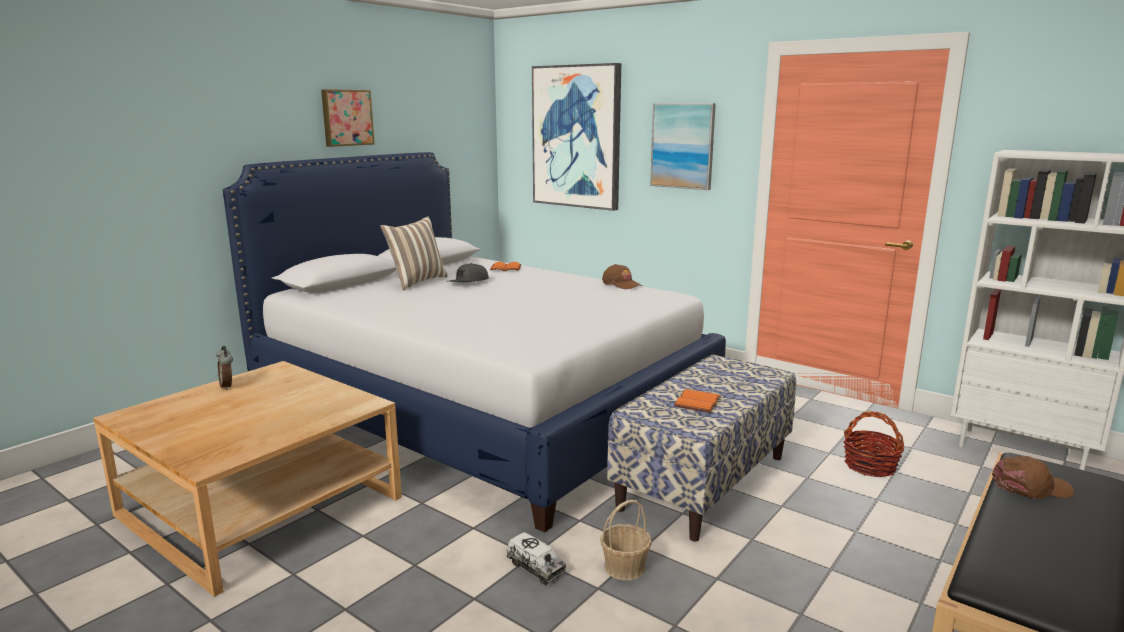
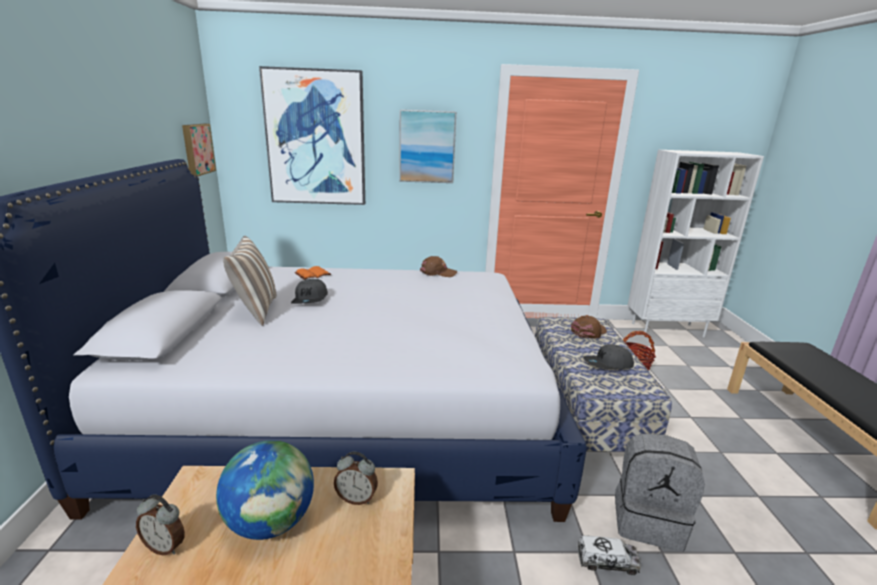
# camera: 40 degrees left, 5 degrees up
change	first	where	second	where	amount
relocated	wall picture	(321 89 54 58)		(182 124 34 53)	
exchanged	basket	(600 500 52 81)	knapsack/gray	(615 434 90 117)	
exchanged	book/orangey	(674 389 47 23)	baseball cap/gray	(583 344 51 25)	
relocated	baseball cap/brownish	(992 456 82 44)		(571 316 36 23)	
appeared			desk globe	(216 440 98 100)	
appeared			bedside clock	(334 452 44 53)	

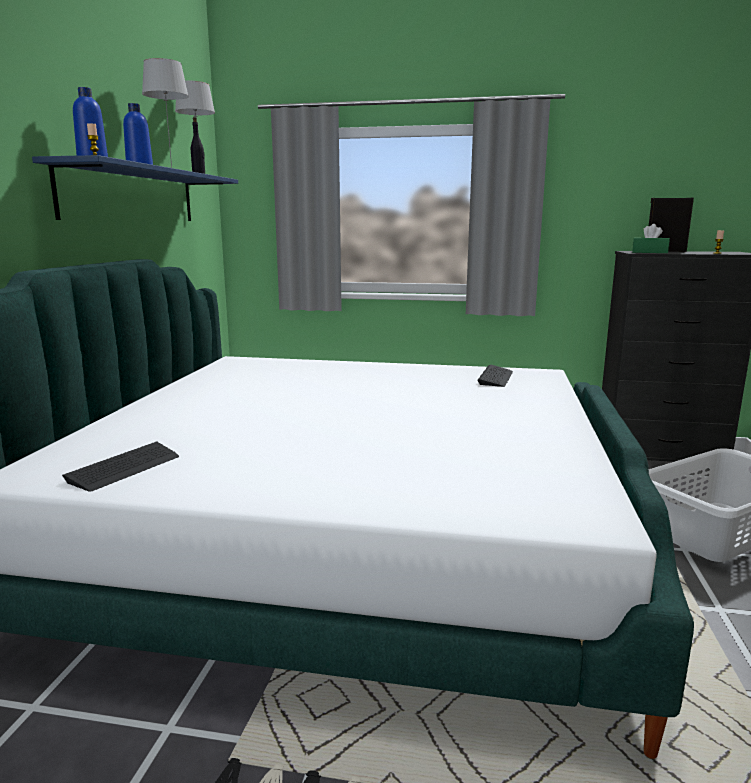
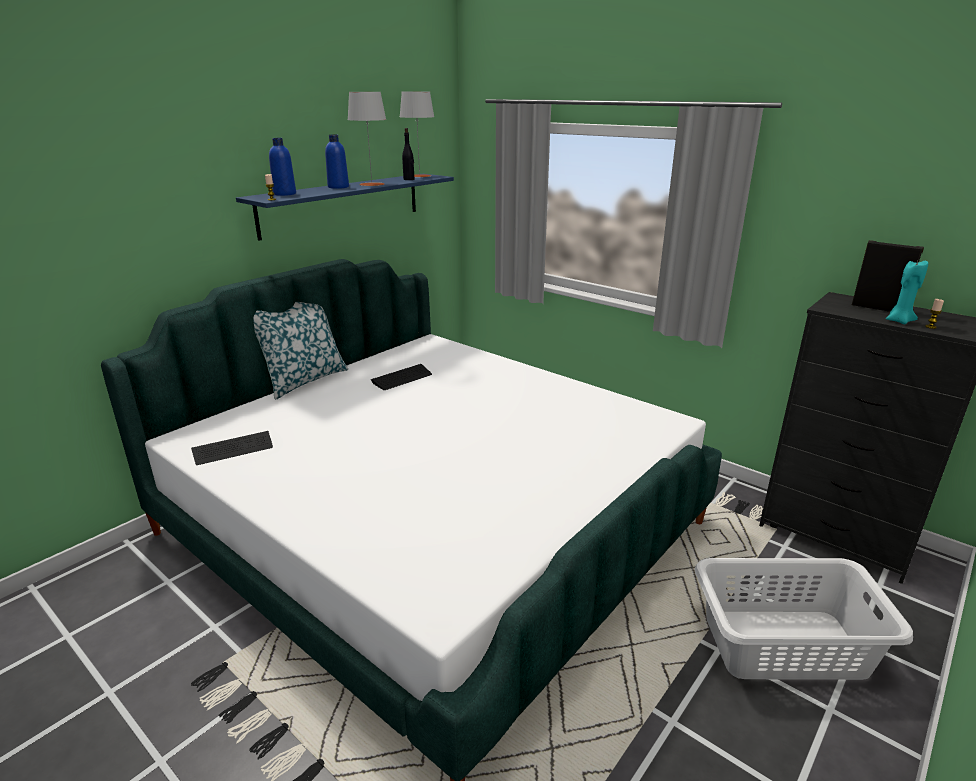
# camera: 30 degrees right, 10 degrees up
change	first	where	second	where	amount
relocated	PC keyboard	(477 365 36 22)		(371 364 61 26)	
missing	box of tissues/greenish	(632 224 38 29)			
appeared			throw pillow	(253 302 95 98)	
appeared			wax candle/blue-green	(886 261 42 63)	

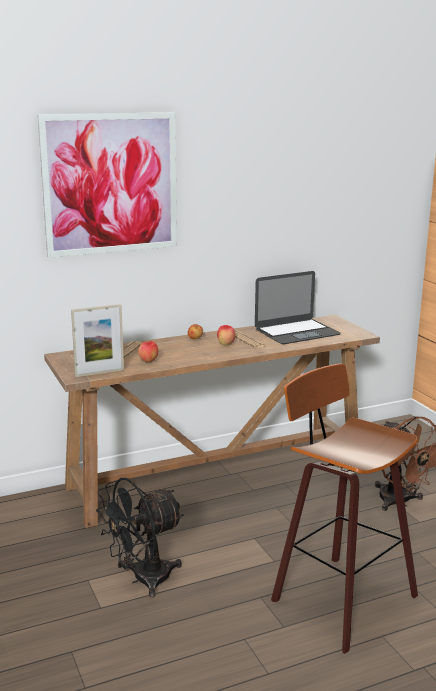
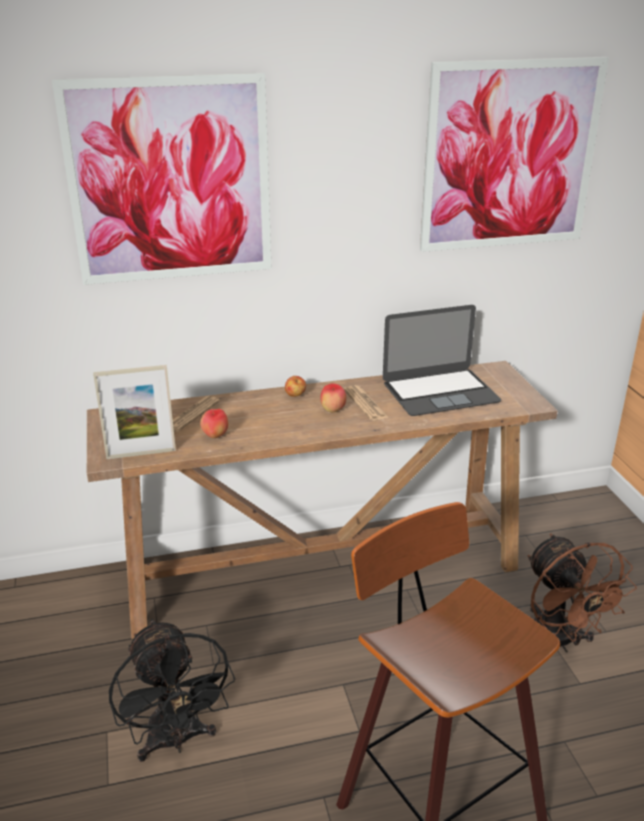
# camera: 10 degrees right, 10 degrees up
change	first	where	second	where	amount
spun	electric fan/black-coloured	(96 478 88 119)		(109 619 126 143)	90 degrees counterclockwise
appeared			wall picture	(420 57 189 195)	

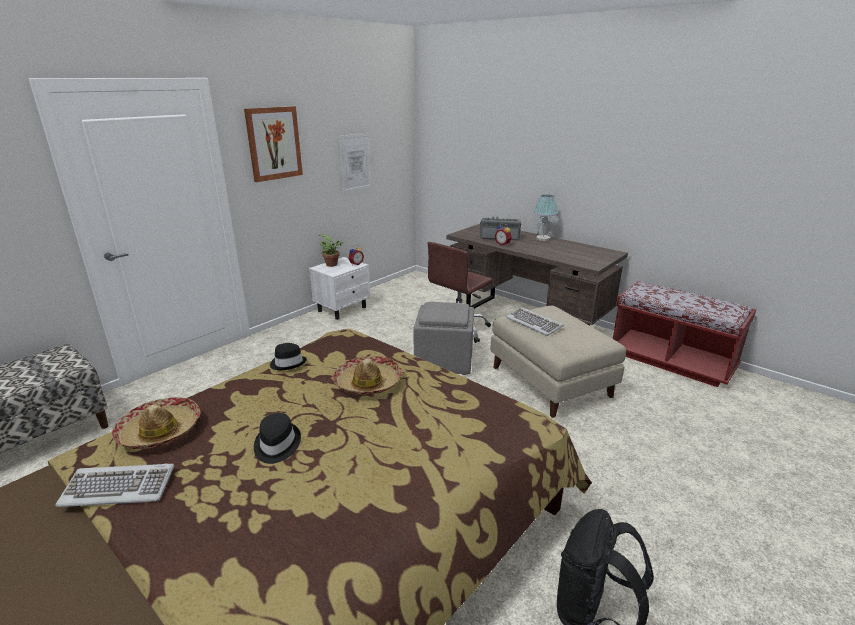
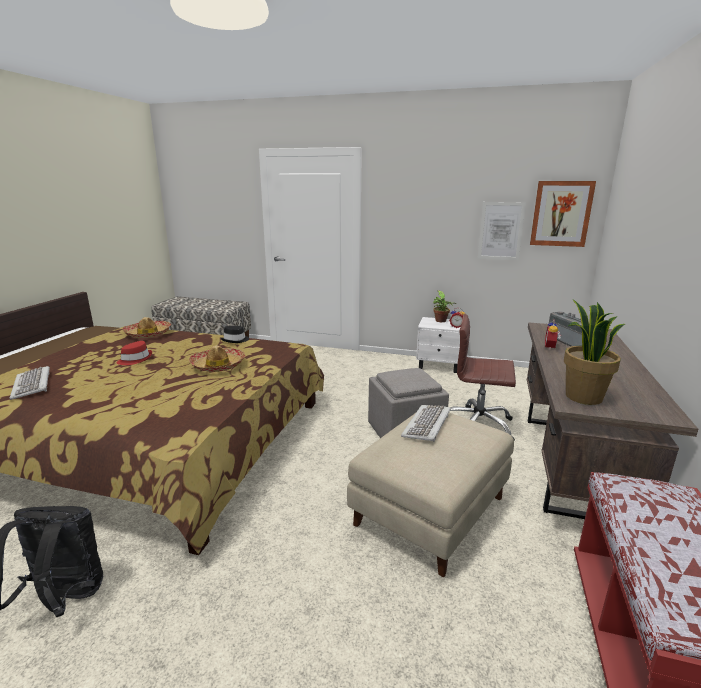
# camera: 65 degrees right, 5 degrees down
change	first	where	second	where	amount
relocated	PC keyboard	(55 463 120 44)		(9 366 41 34)	
relocated	wall picture	(244 106 59 76)		(530 181 66 66)	
colour	hat/black-coloured	(254 413 47 51)	hat/reddish	(117 341 35 24)	
missing	lamp for a table	(534 195 24 46)			
appeared			potted plant	(564 299 61 106)	

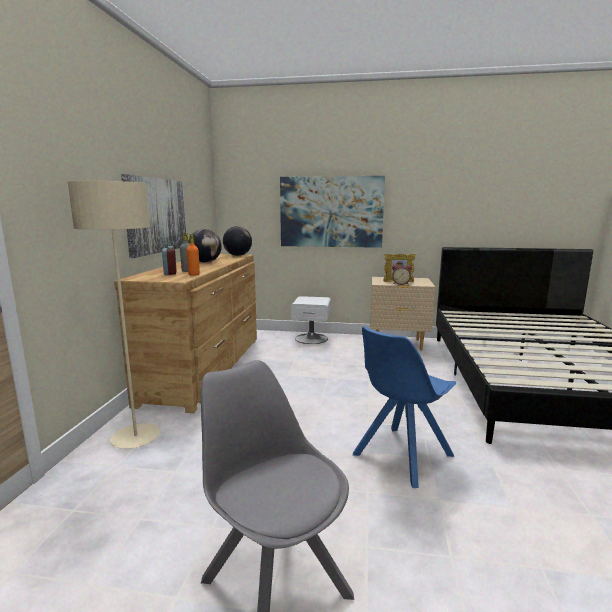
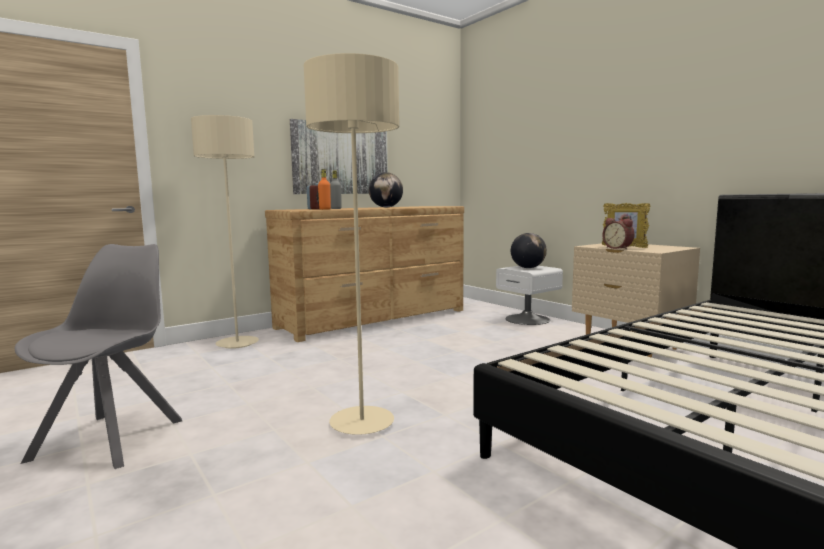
# camera: 45 degrees right, 5 degrees down
change	first	where	second	where	amount
relocated	desk globe	(223 226 29 30)		(511 233 36 35)	
missing	wall picture	(280 176 105 72)			
exchanged	upright chair/blue-coloured	(353 326 103 162)	standing lamp/beige	(304 53 95 382)	

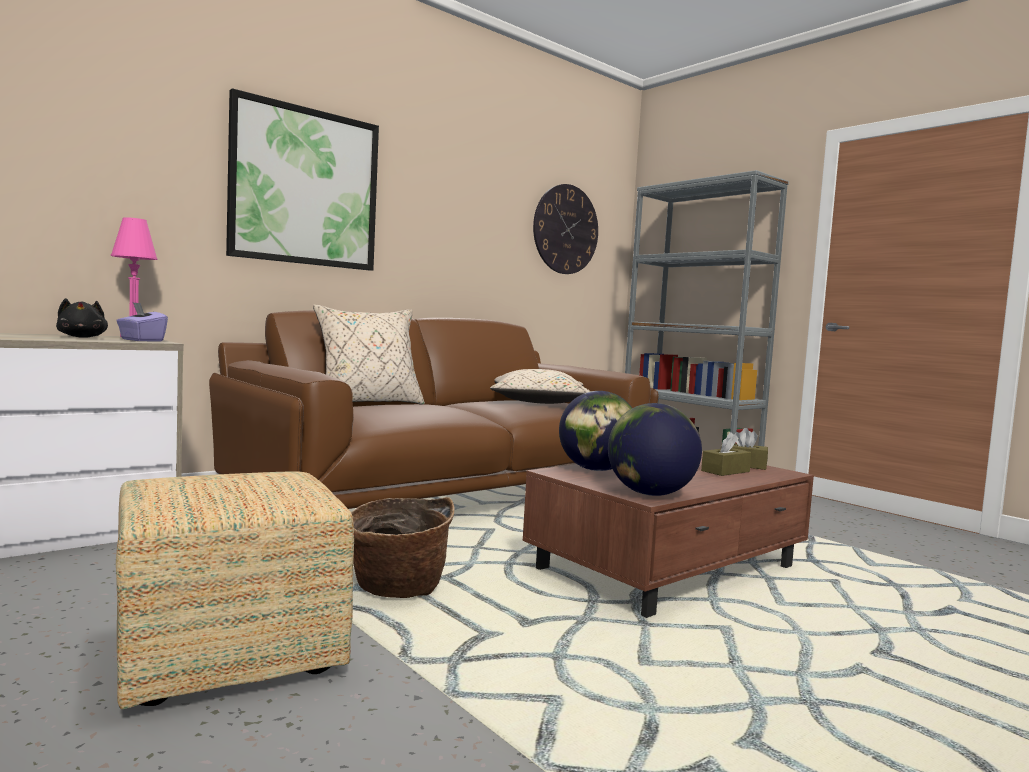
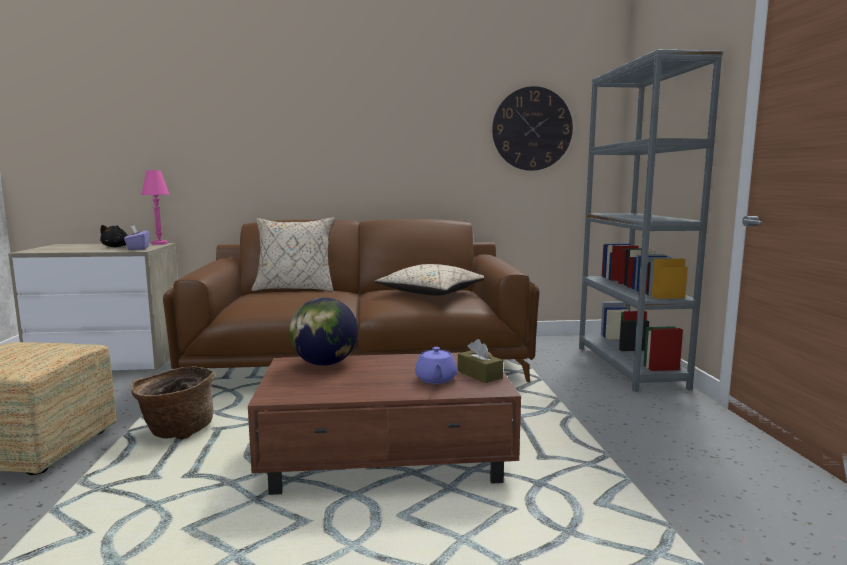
# camera: 35 degrees right, 5 degrees up
change	first	where	second	where	amount
missing	wall picture	(226 88 153 183)			
missing	desk globe	(608 403 94 93)			
exchanged	box of tissues/brownish	(701 432 50 44)	pot for tea/purple	(415 347 42 37)	

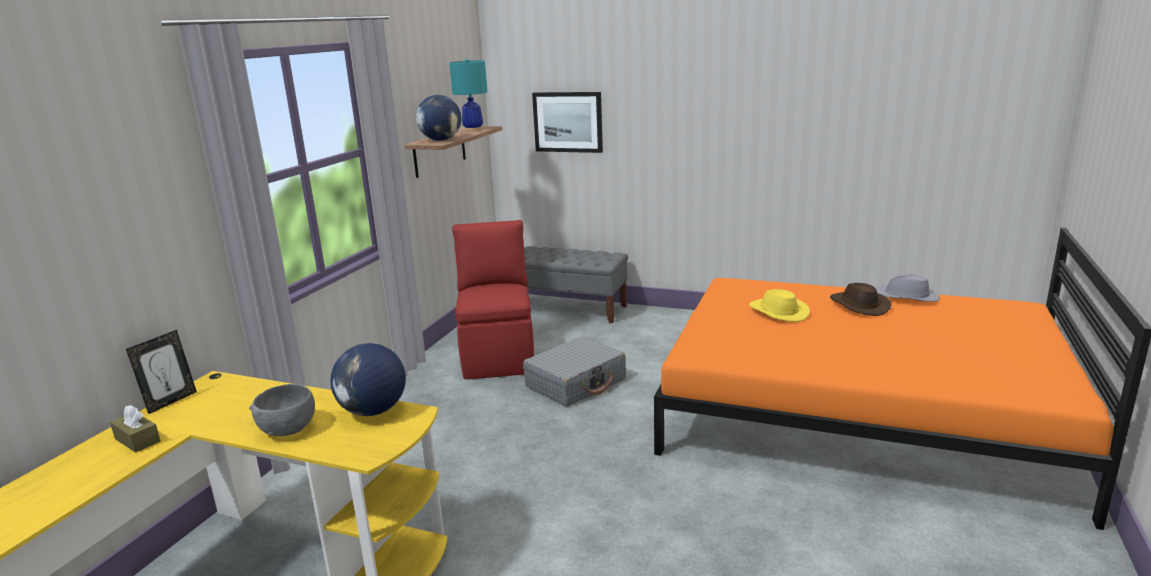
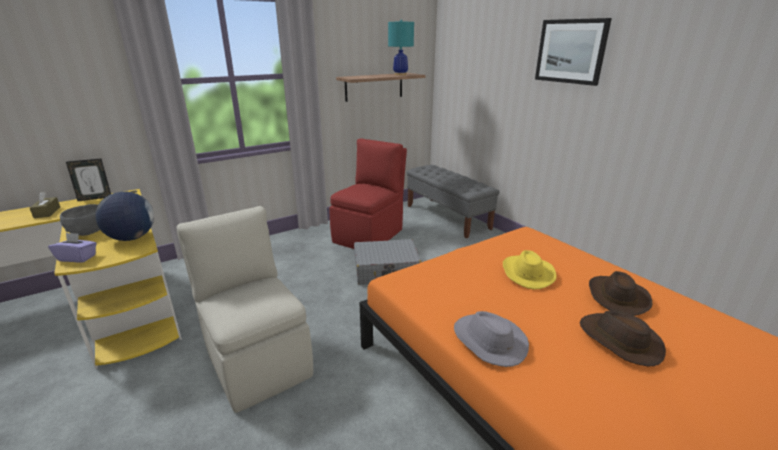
# camera: 35 degrees right, 5 degrees up
change	first	where	second	where	amount
missing	desk globe	(416 95 45 46)			
relocated	wall picture	(532 92 71 61)		(535 18 77 68)	
relocated	hat/gray	(876 274 64 28)		(454 311 75 56)	
appeared			box of tissues/purple	(48 233 49 30)	
appeared			upright chair/beige	(176 206 137 207)	
appeared			hat/brownish	(580 311 86 55)	

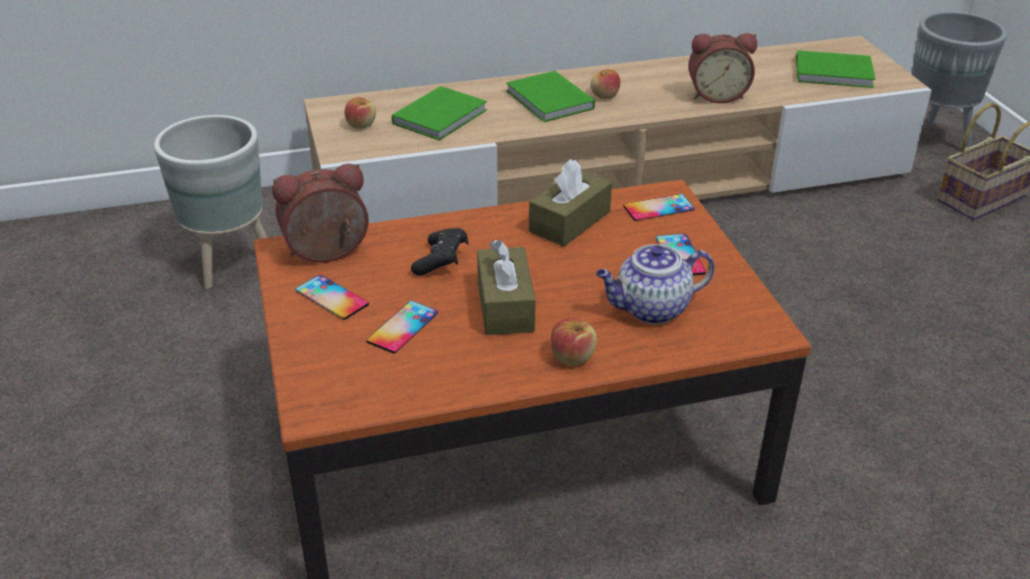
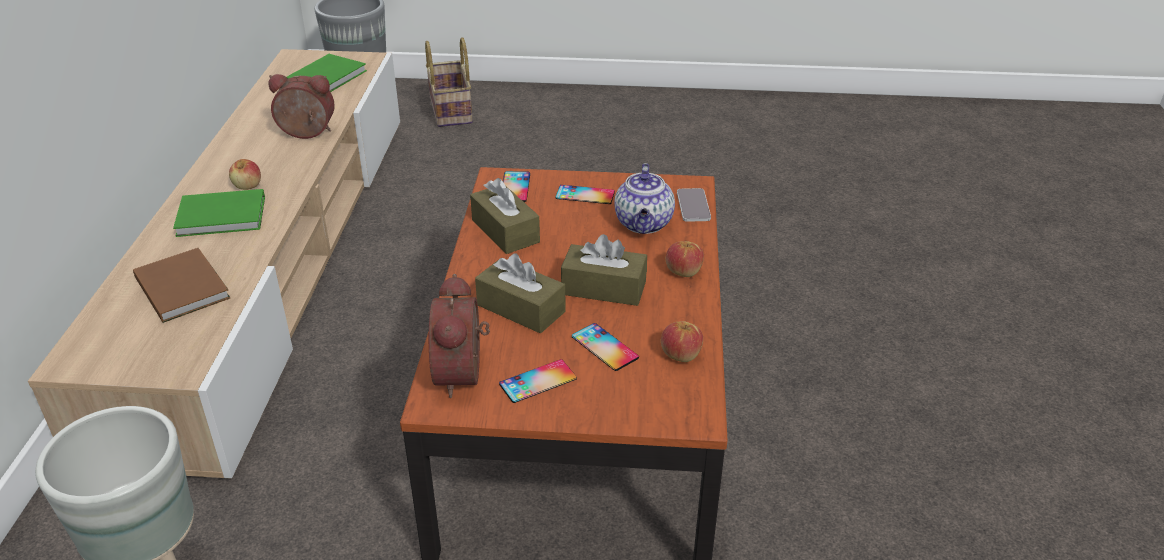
# camera: 70 degrees left, 0 degrees up
change	first	where	second	where	amount
relocated	whole apple	(344 97 32 32)		(661 321 42 41)	
colour	book/greenish	(392 86 95 55)	book/brownish	(133 248 97 75)	
exchanged	game controller/black-coloured	(411 228 58 48)	box of tissues/brownish	(475 254 91 80)	
spun	bedside clock	(688 33 69 70)		(268 74 67 65)	105 degrees counterclockwise
appeared			telephone	(677 188 34 34)	

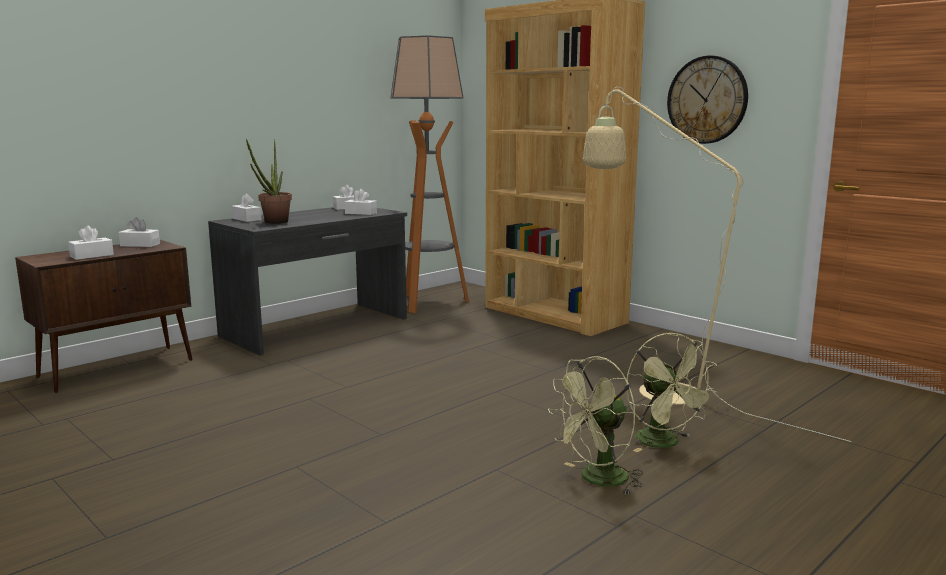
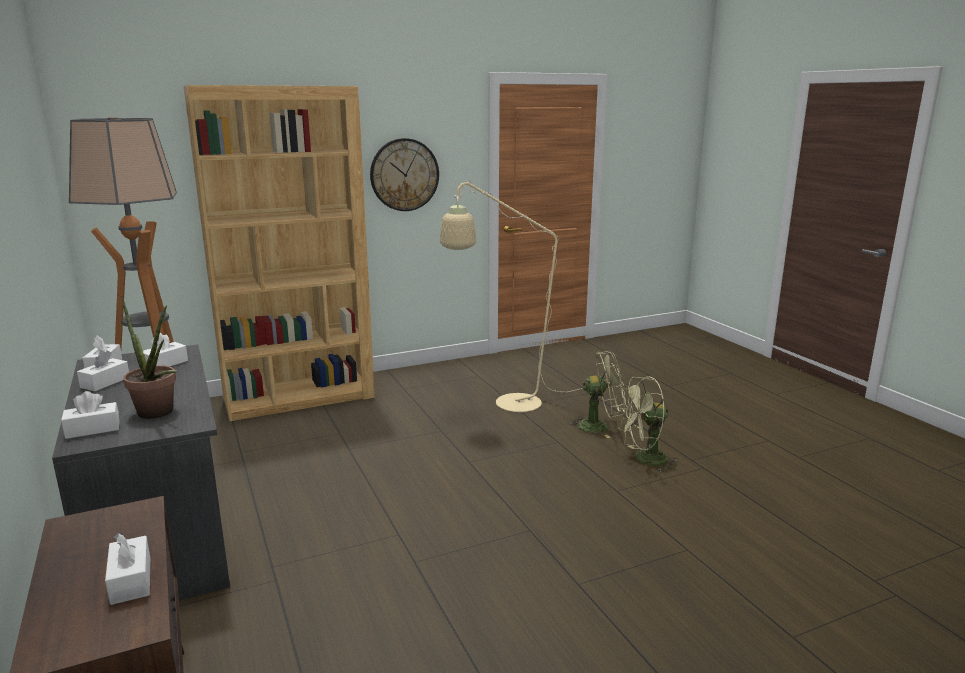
# camera: 70 degrees left, 5 degrees up
change	first	where	second	where	amount
relocated	box of tissues/white-coloured	(118 217 42 30)		(77 350 52 41)	
spun	electric fan/greenish	(548 356 95 139)		(618 377 61 95)	90 degrees clockwise

